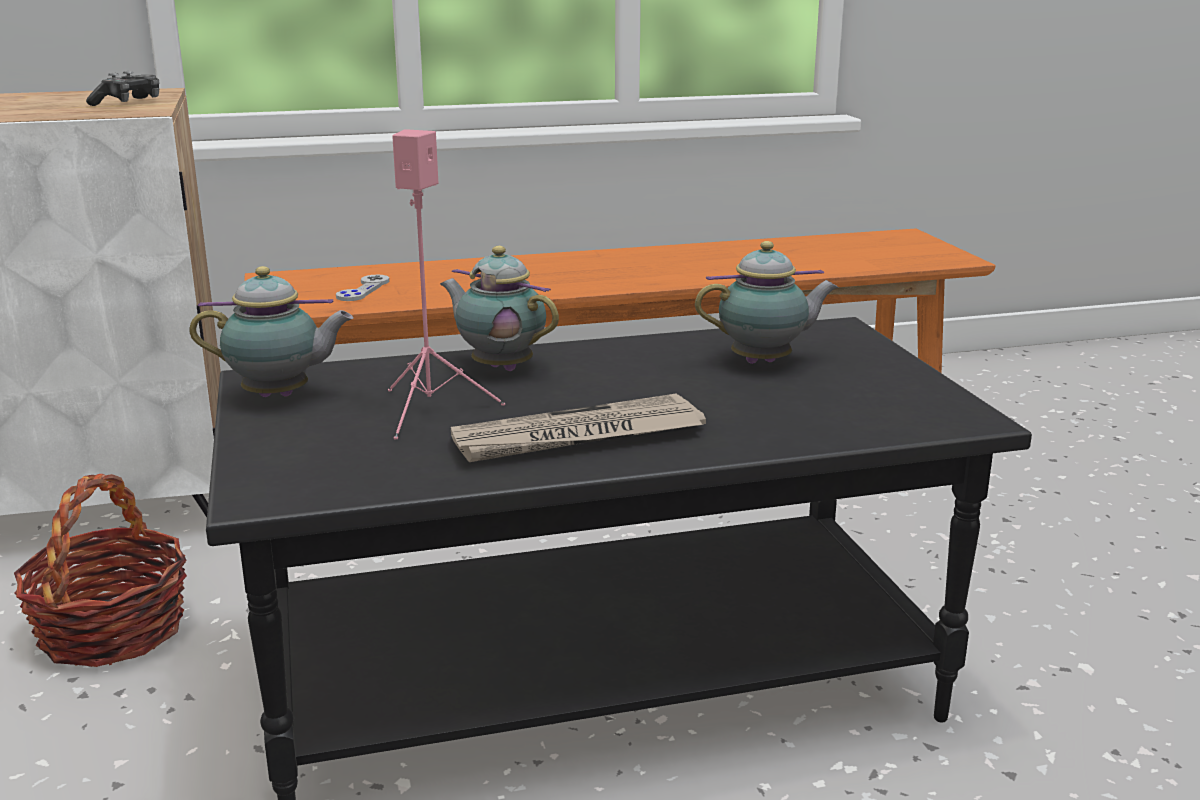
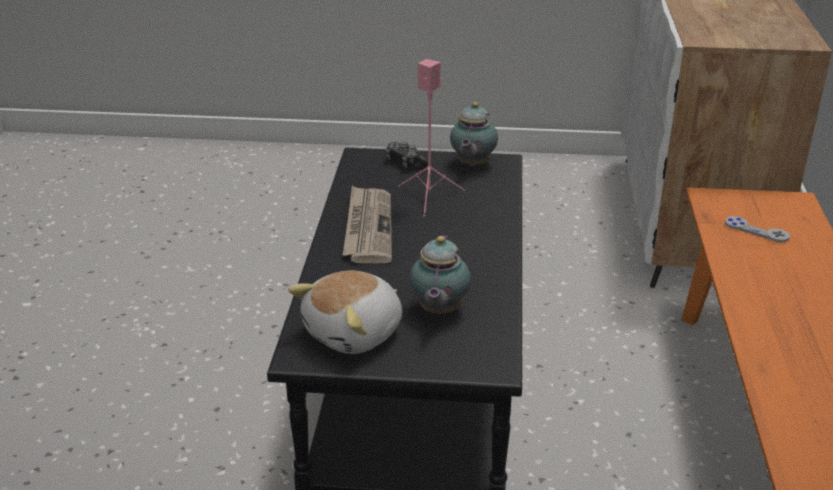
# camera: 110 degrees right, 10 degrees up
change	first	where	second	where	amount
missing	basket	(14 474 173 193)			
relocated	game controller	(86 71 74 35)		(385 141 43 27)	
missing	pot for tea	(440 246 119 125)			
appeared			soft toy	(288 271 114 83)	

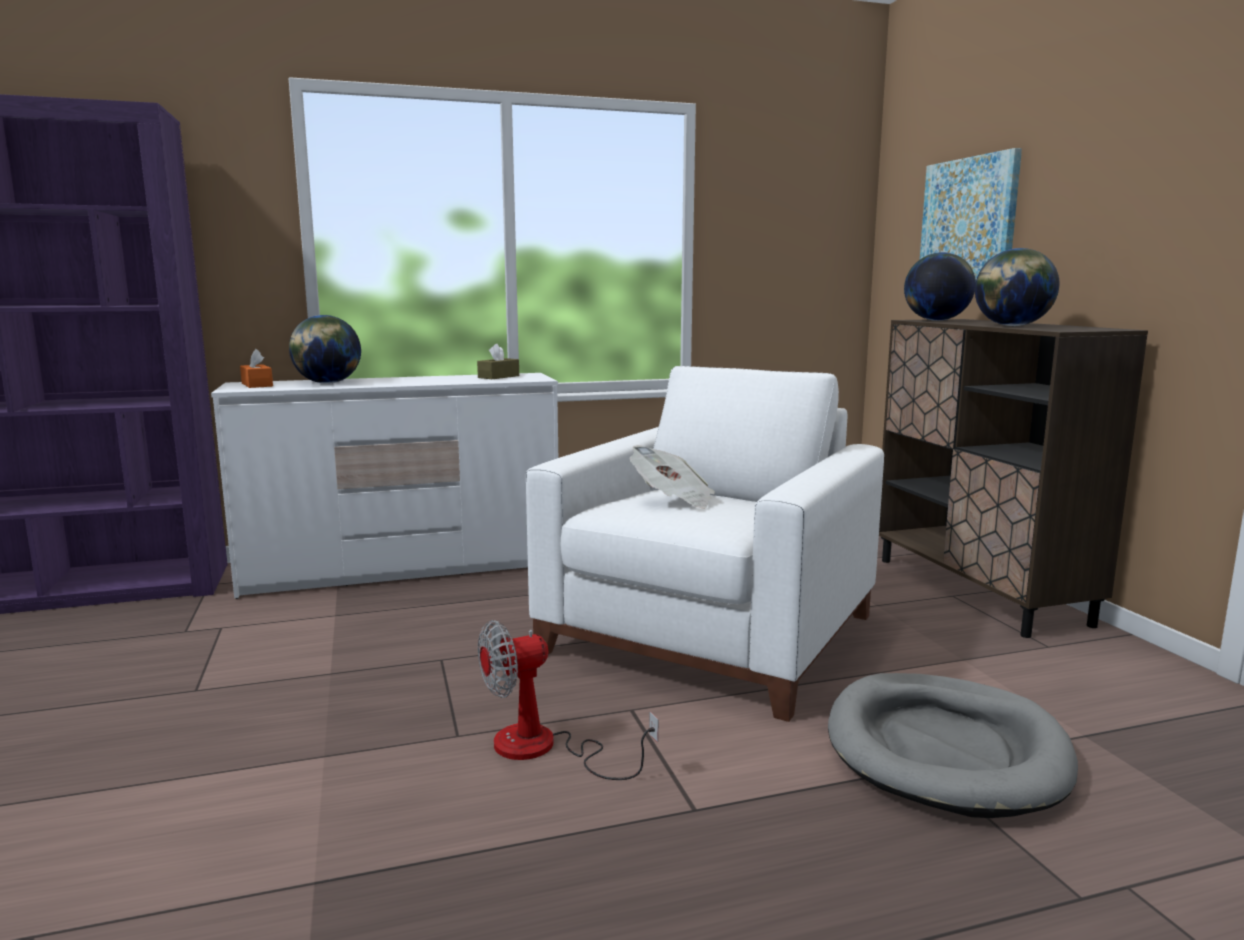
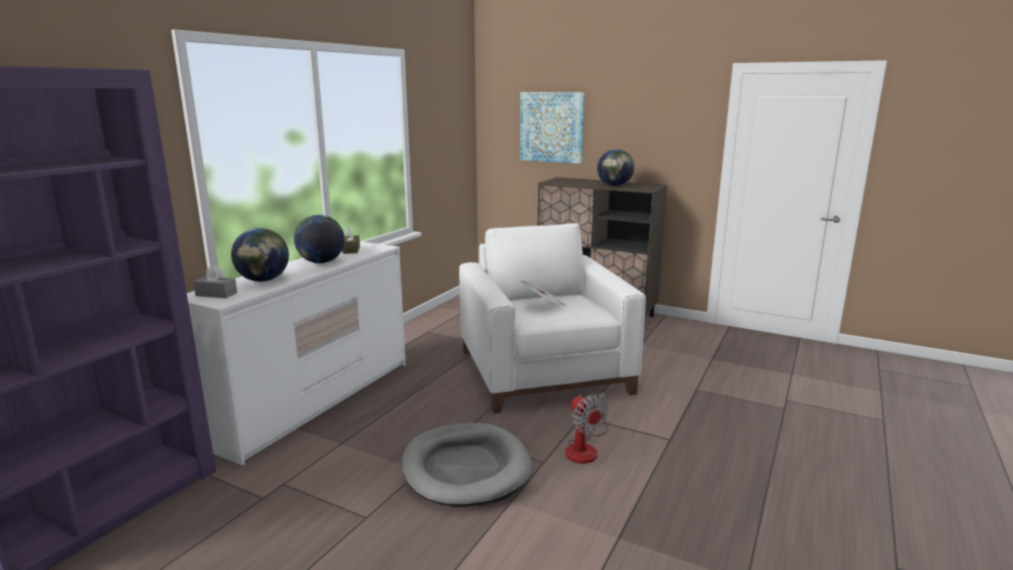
# camera: 45 degrees left, 5 degrees up
change	first	where	second	where	amount
colour	box of tissues/orangey	(240 349 33 39)	box of tissues/gray	(193 265 44 33)	
spun	electric fan	(478 620 180 160)		(565 392 43 72)	45 degrees counterclockwise
relocated	pet bed/gray	(828 673 250 145)		(402 423 130 84)	
relocated	desk globe	(904 252 72 69)		(294 215 51 48)	

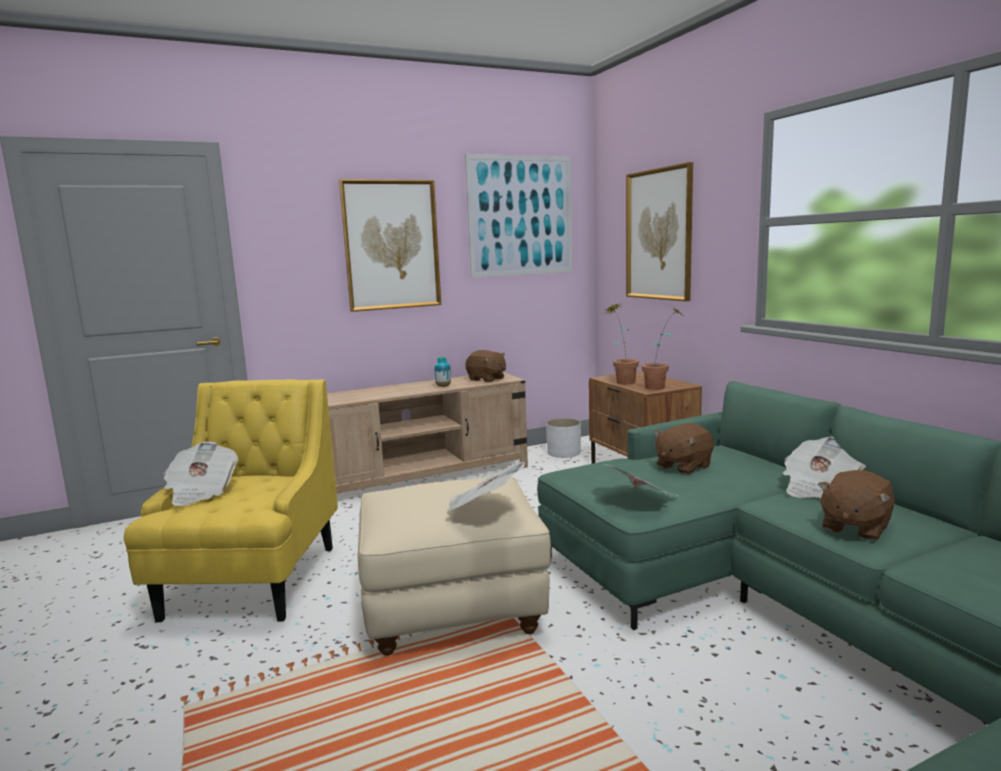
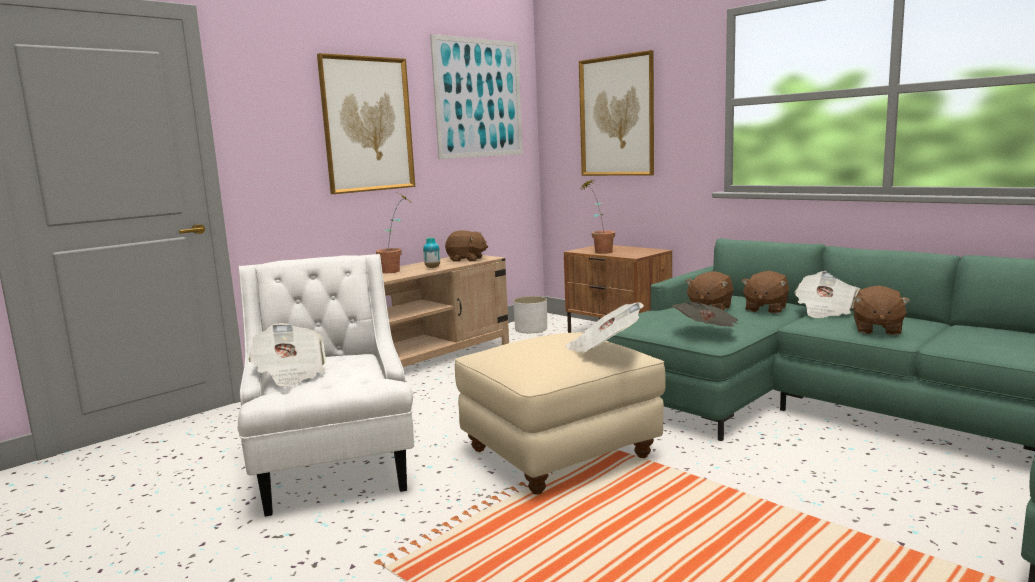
# camera: 20 degrees left, 0 degrees up
change	first	where	second	where	amount
colour	armchair/yellow-coloured	(124 379 214 243)	armchair/white-coloured	(238 254 176 263)	
relocated	potted plant	(642 304 42 86)		(376 193 34 80)	
appeared			soft toy/brownish	(741 271 48 43)	

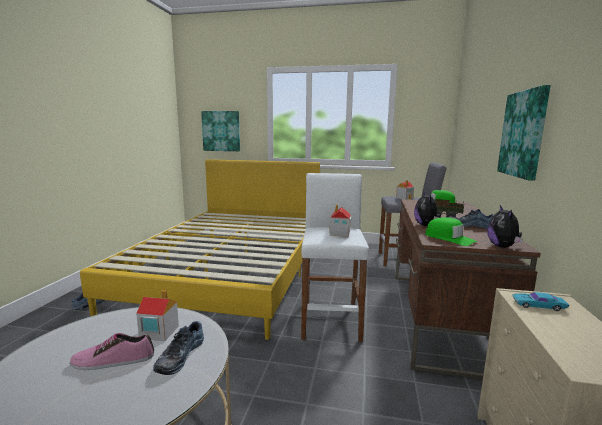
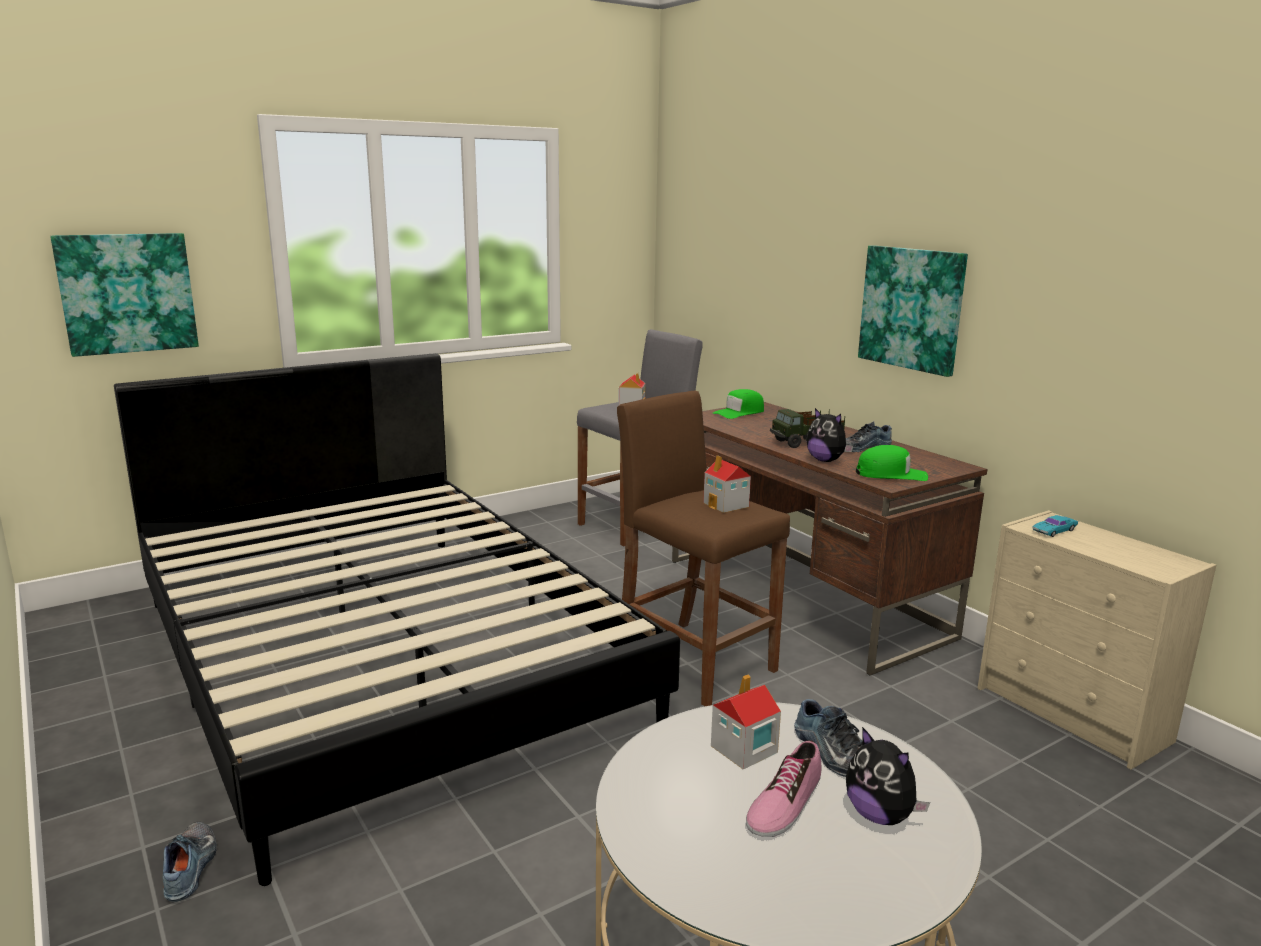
# camera: 45 degrees left, 5 degrees up
change	first	where	second	where	amount
colour	sleeping bed/yellow-coloured	(80 159 240 181)	sleeping bed/black-coloured	(114 353 566 533)	
colour	sitting stool/white-coloured	(301 173 68 169)	sitting stool/brownish	(617 391 173 315)	
relocated	soft toy	(487 205 36 43)		(846 727 84 98)	

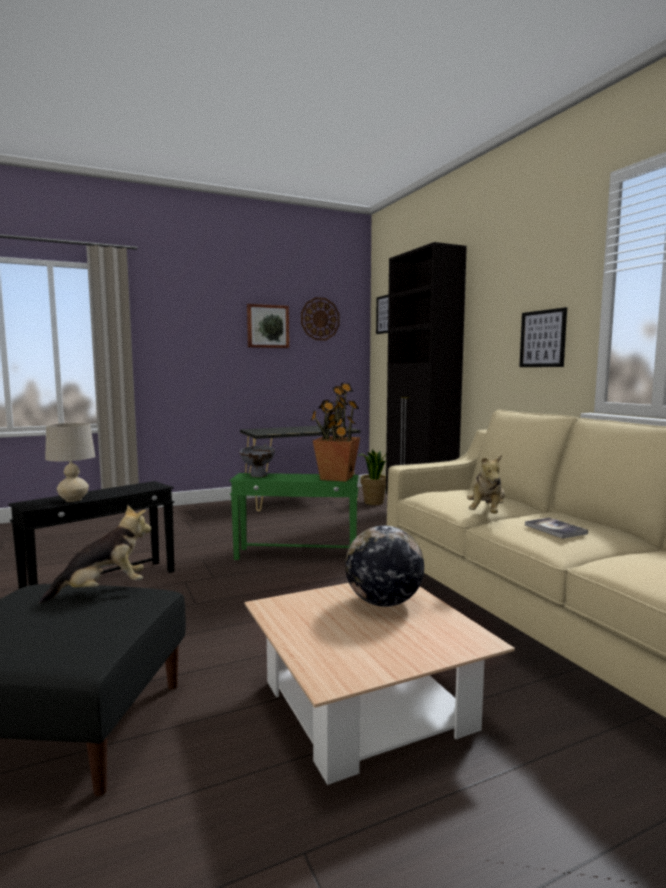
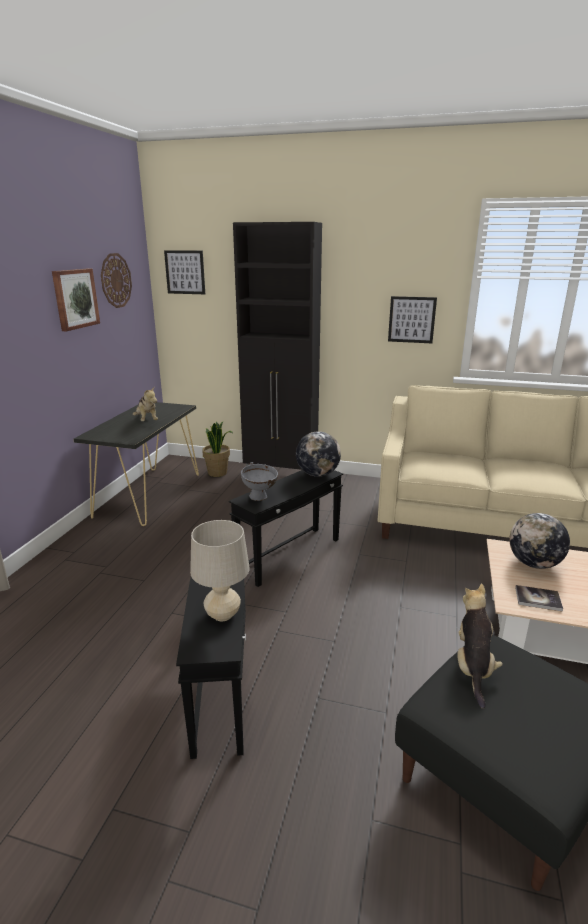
# camera: 50 degrees left, 15 degrees up
change	first	where	second	where	amount
colour	end table/greenish	(229 473 130 87)	end table/black-coloured	(229 470 114 117)	
exchanged	potted plant	(311 383 49 99)	desk globe	(296 431 45 46)	
relocated	soft toy	(467 455 38 59)		(133 387 25 34)	
relocated	book	(525 518 63 21)		(515 585 48 27)	

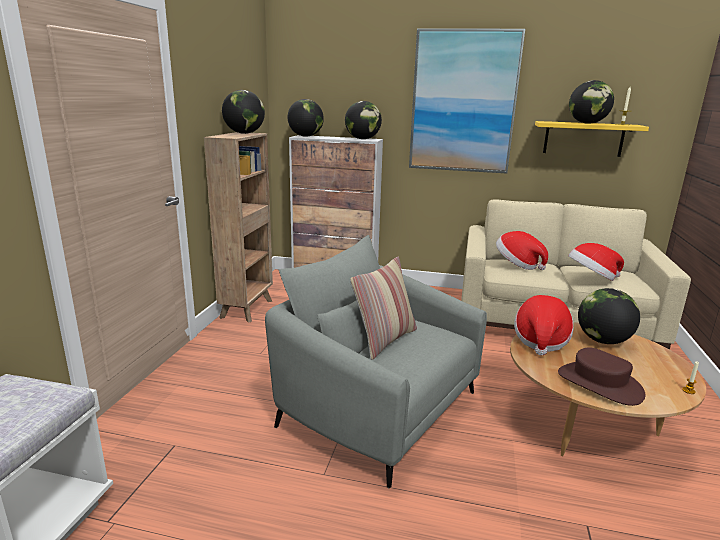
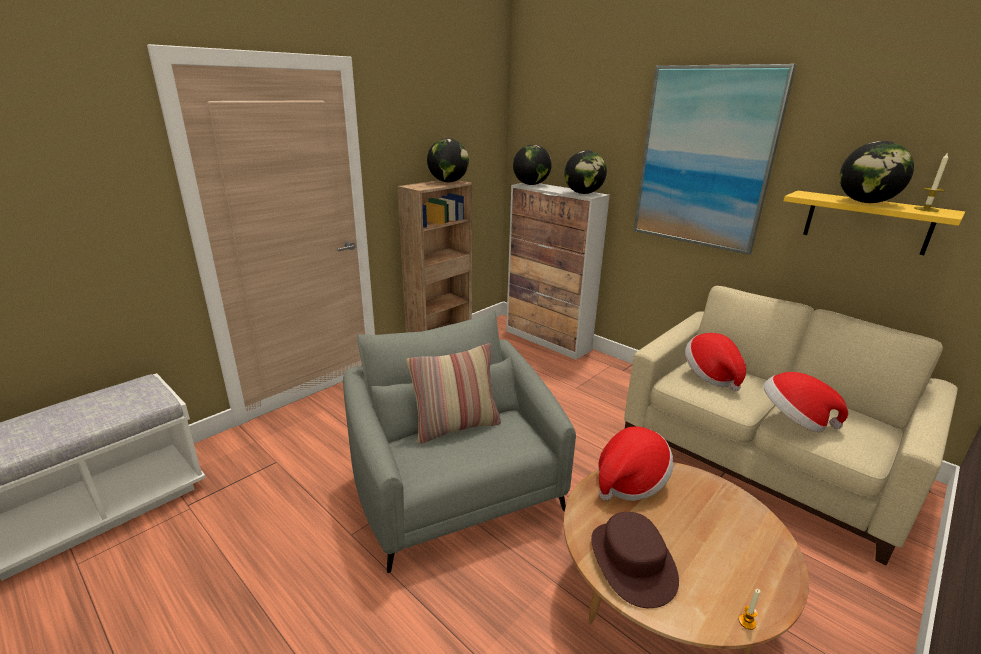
# camera: 30 degrees right, 5 degrees up
change	first	where	second	where	amount
missing	desk globe	(578 288 62 56)			

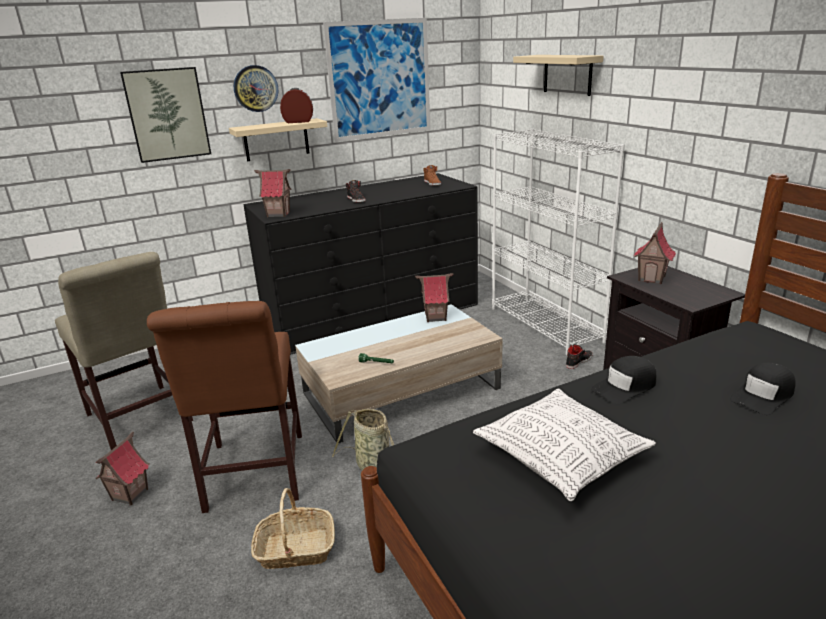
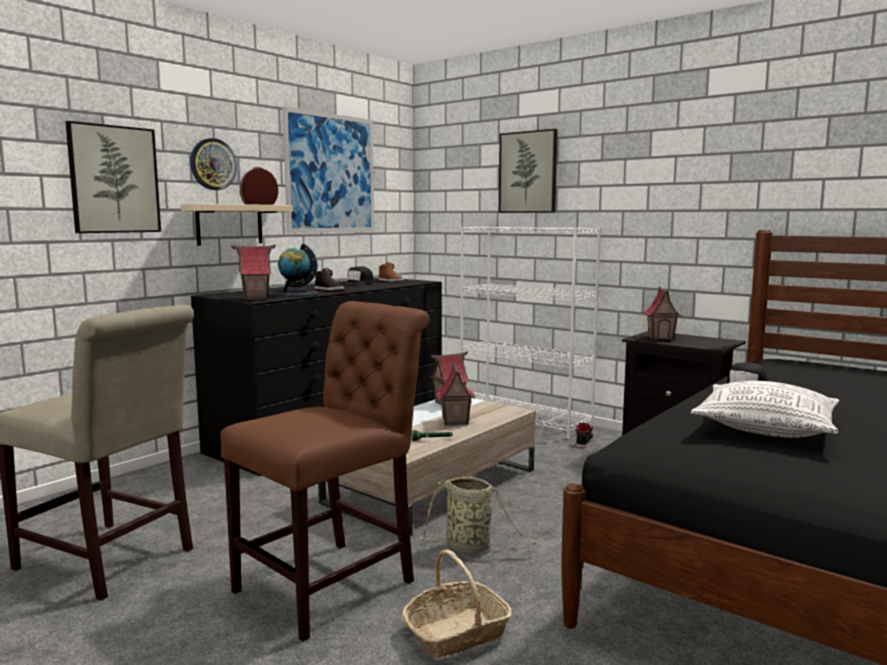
# camera: 25 degrees left, 15 degrees down
change	first	where	second	where	amount
relocated	model house	(95 432 54 73)		(435 362 41 63)	
spun	upright chair/brownish	(147 301 155 212)		(220 301 209 340)	105 degrees counterclockwise
exchanged	bracket shelf/beige	(513 55 91 41)	wall picture	(499 129 59 84)	
relocated	baseball cap/black-coloured	(730 363 66 52)		(340 266 34 19)	
appeared			desk globe	(273 244 46 53)	

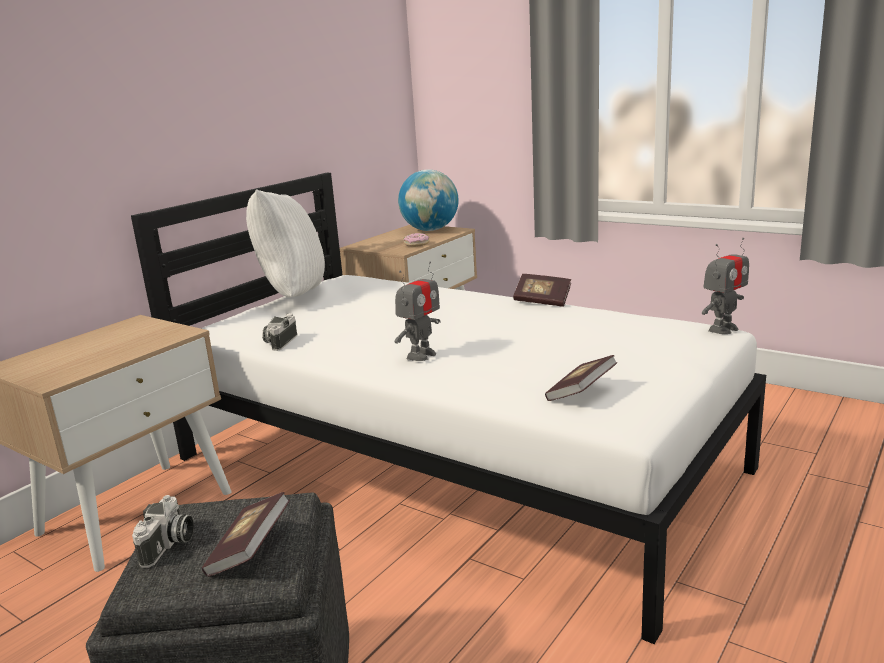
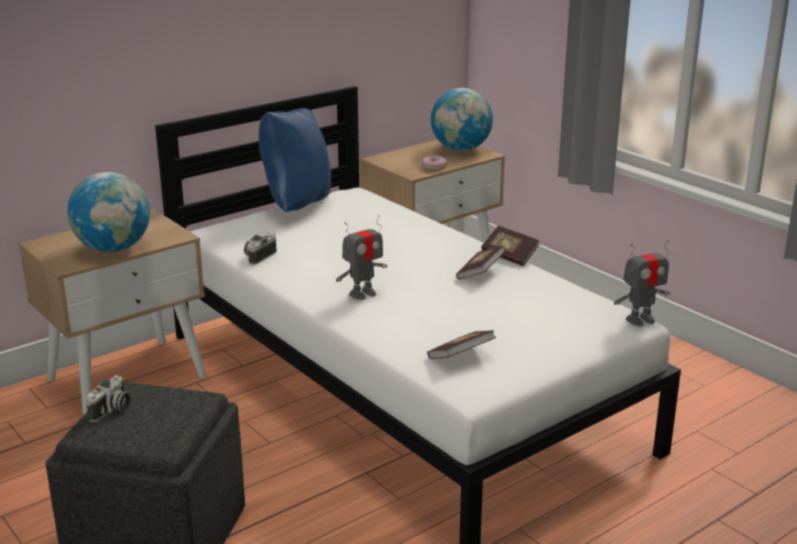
# camera: 15 degrees right, 5 degrees up
change	first	where	second	where	amount
relocated	book	(202 492 88 85)		(456 245 49 34)	
colour	throw pillow/white-coloured	(246 189 79 109)	throw pillow/blue-coloured	(259 108 72 104)	
appeared			desk globe	(67 172 83 80)	

